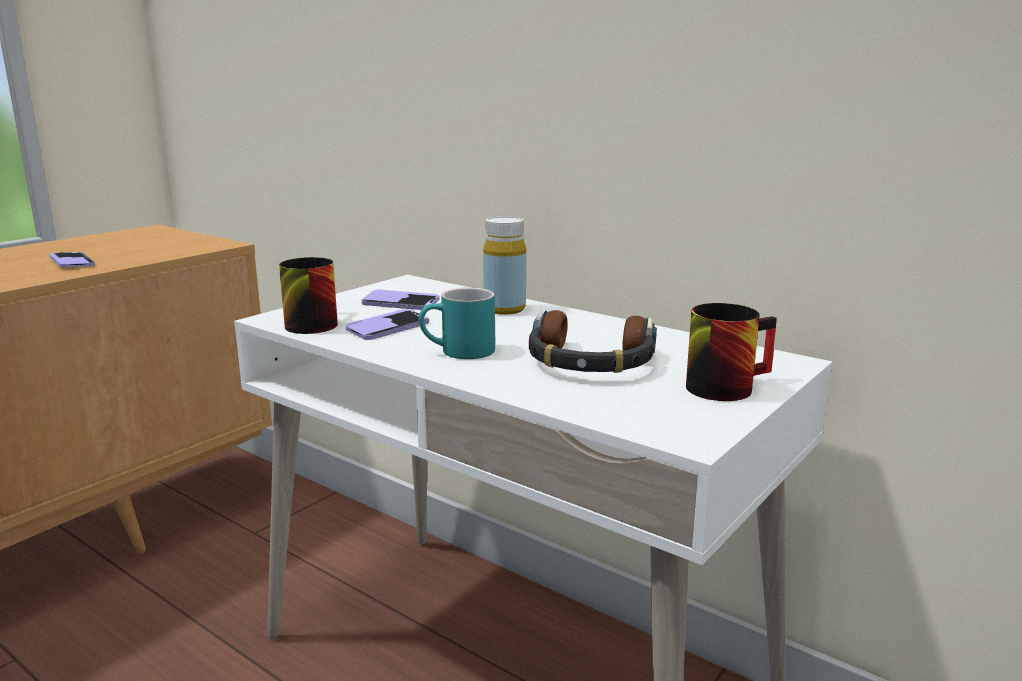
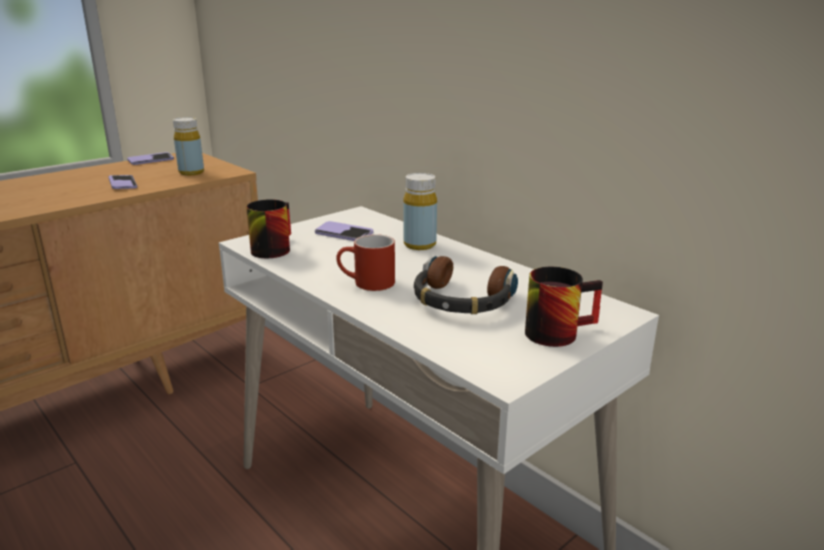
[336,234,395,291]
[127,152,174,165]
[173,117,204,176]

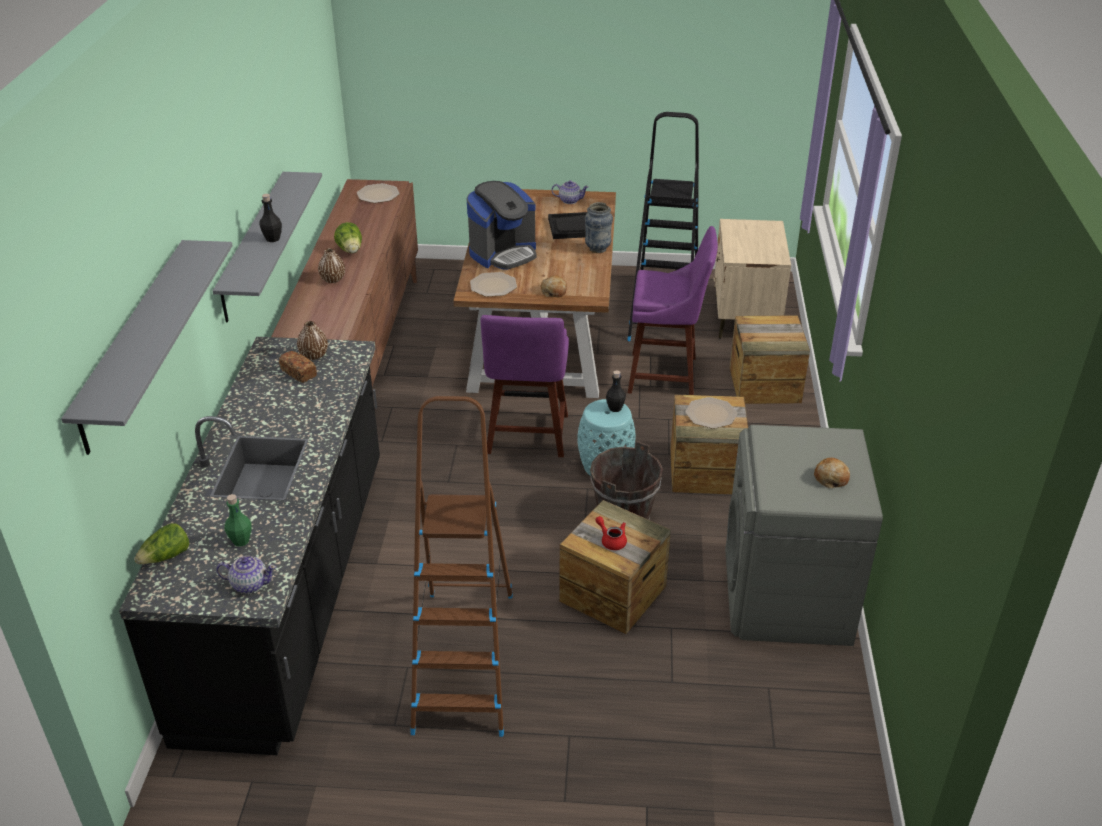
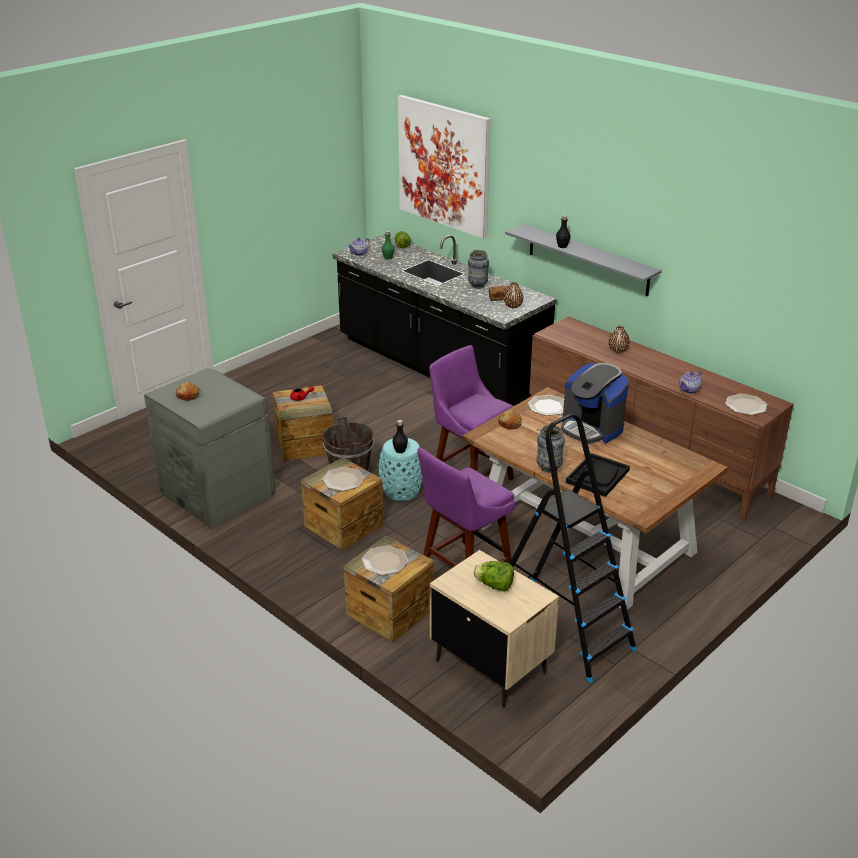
[679,371,702,394]
[561,363,629,444]
[473,561,514,592]
[398,95,491,239]
[411,396,513,737] (first image)
[468,250,489,289]
[361,546,408,575]

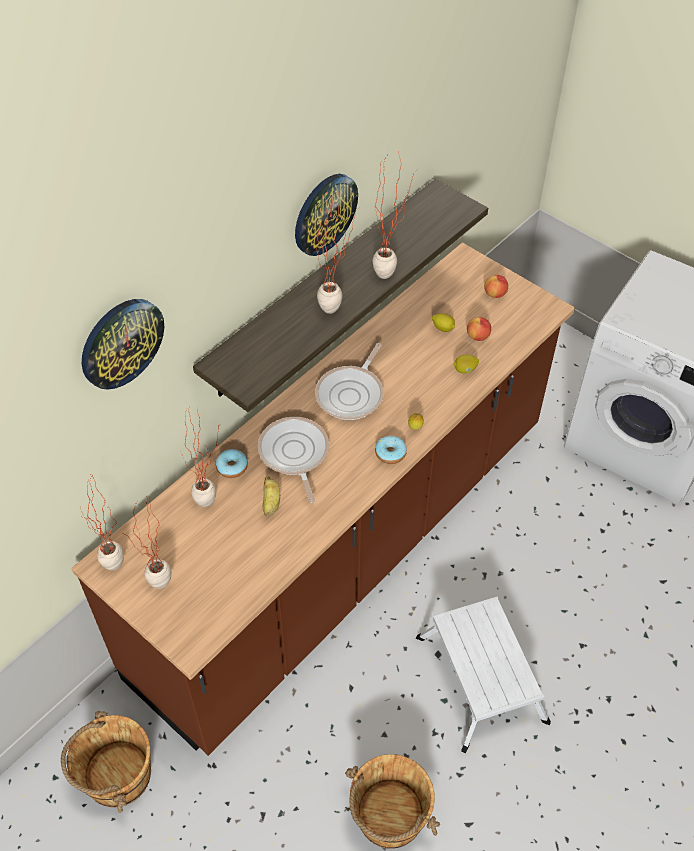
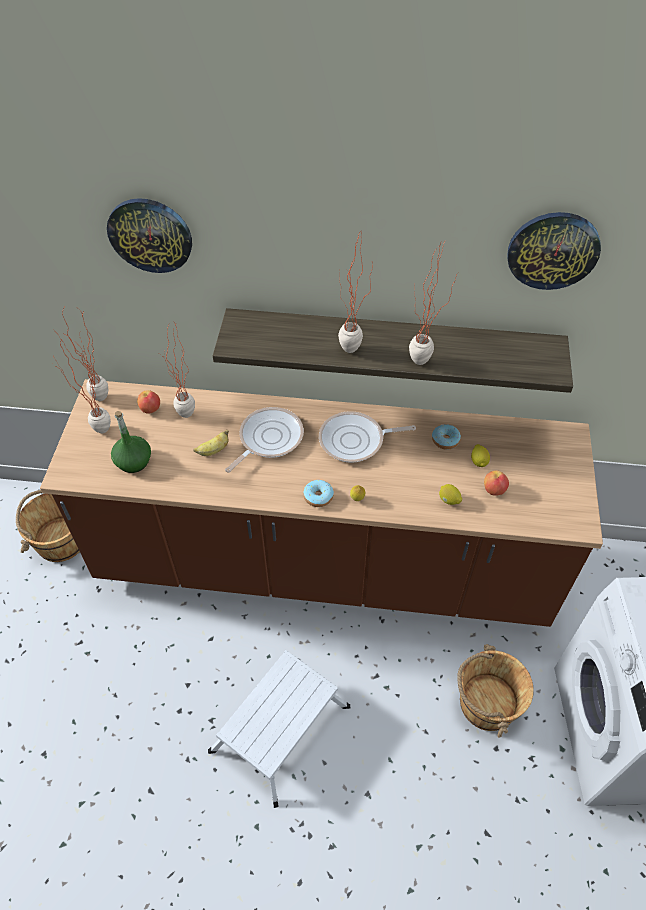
[507,212,601,290]
[137,390,160,414]
[432,424,461,450]
[457,644,534,738]
[111,411,151,473]

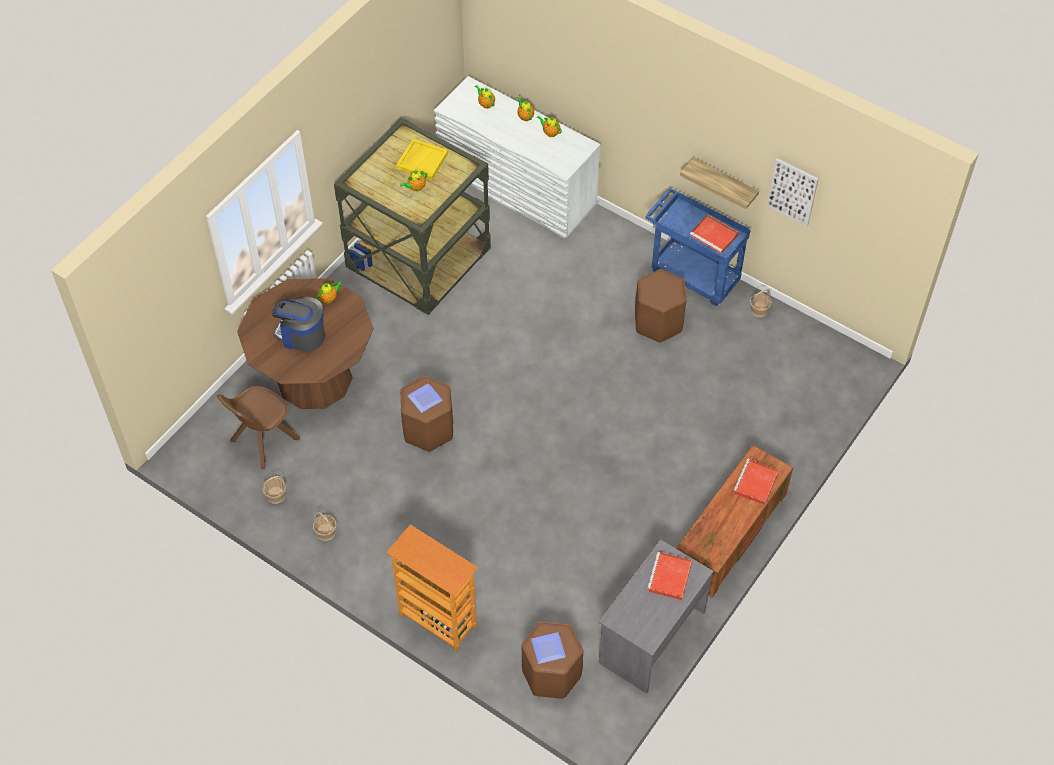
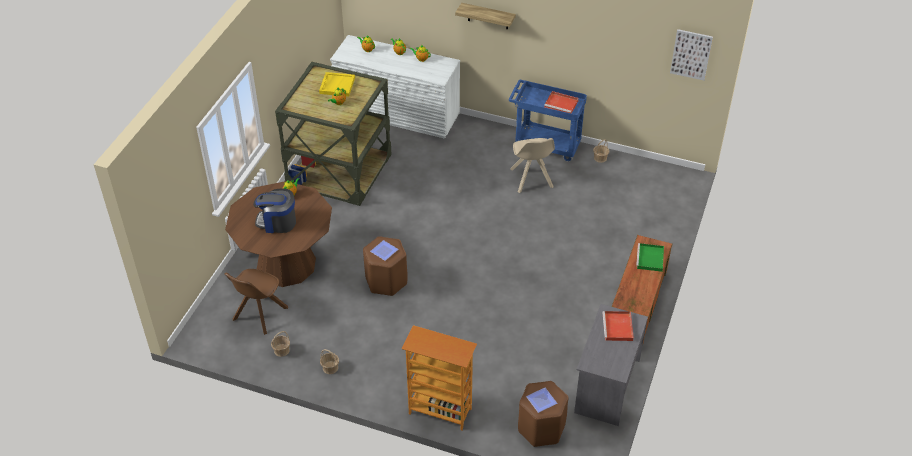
[455,3,516,29]
[670,29,713,81]
[510,138,555,193]
[636,243,664,272]

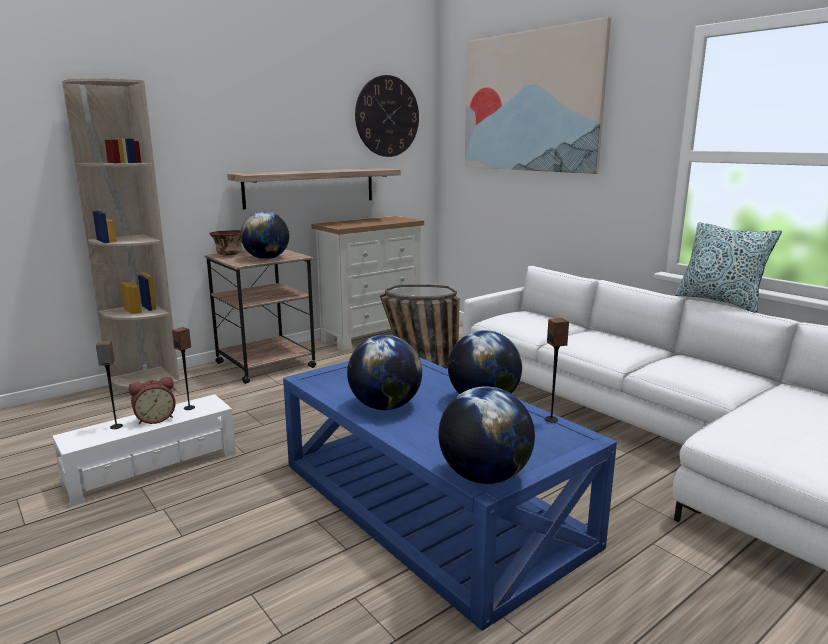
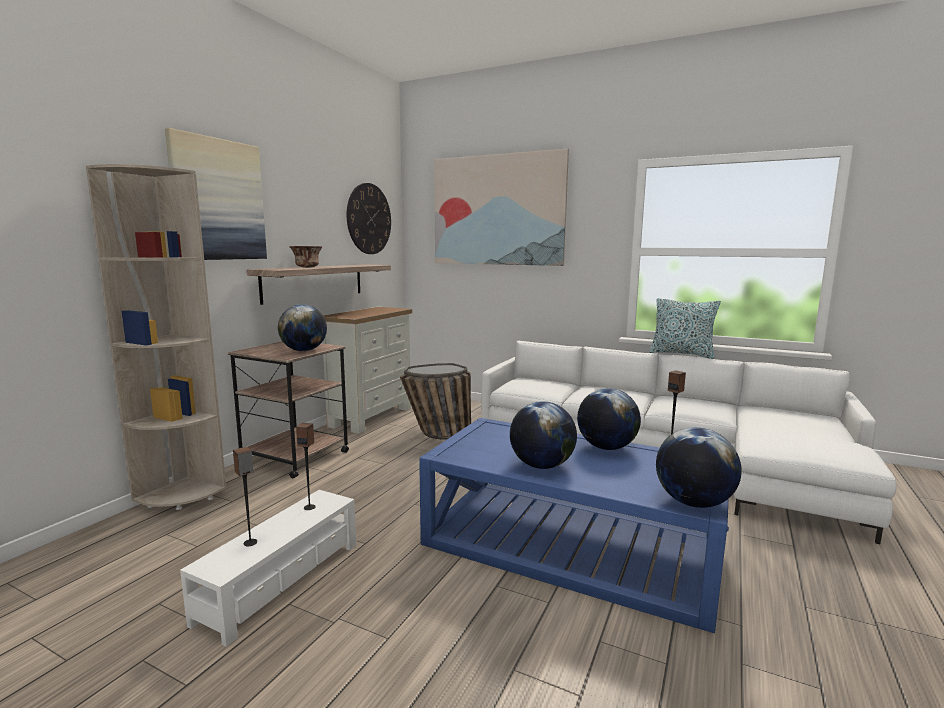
[289,246,322,267]
[129,377,176,425] (first image)
[165,128,267,260]

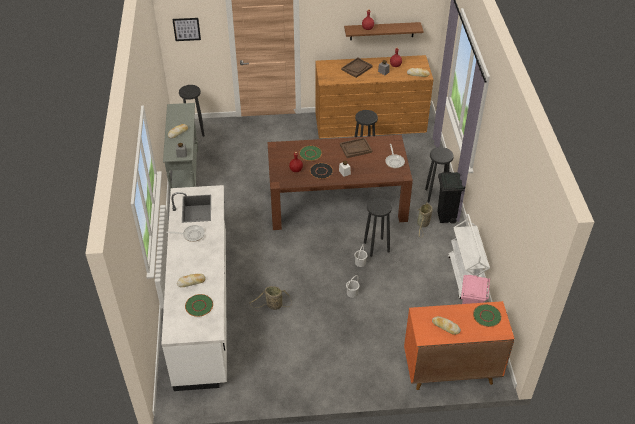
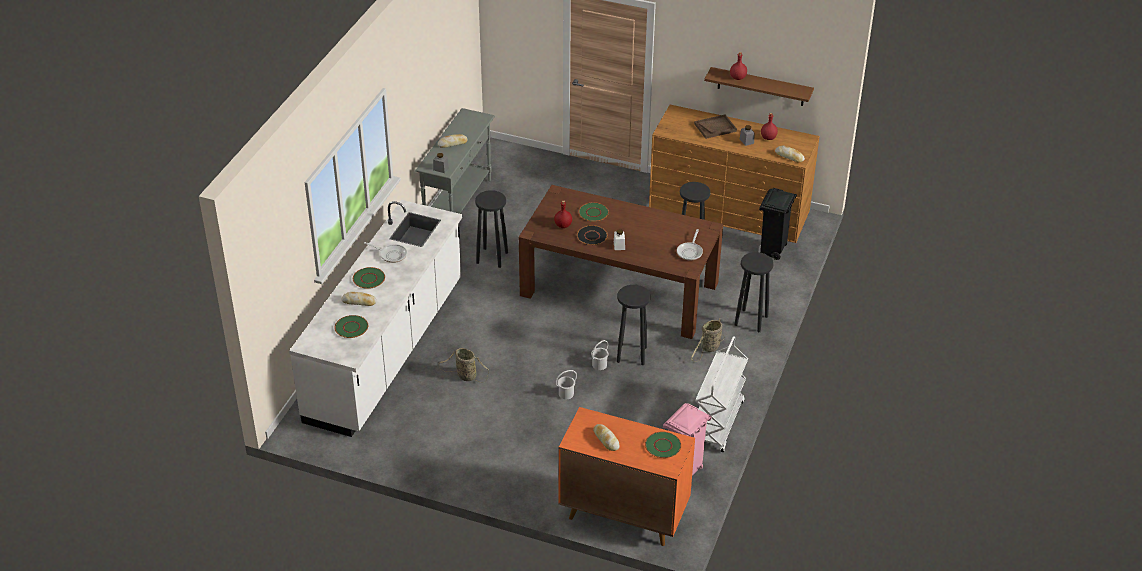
[172,18,201,41] (first image)
[475,190,508,268]
[340,137,372,158] (first image)
[759,188,797,260]
[353,267,385,289]

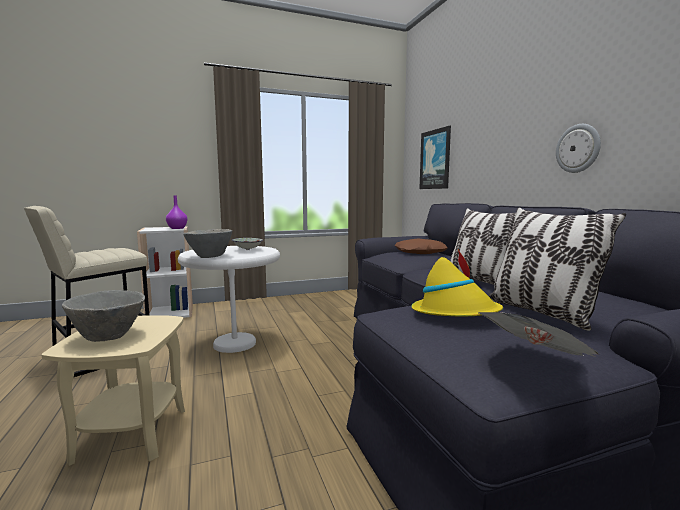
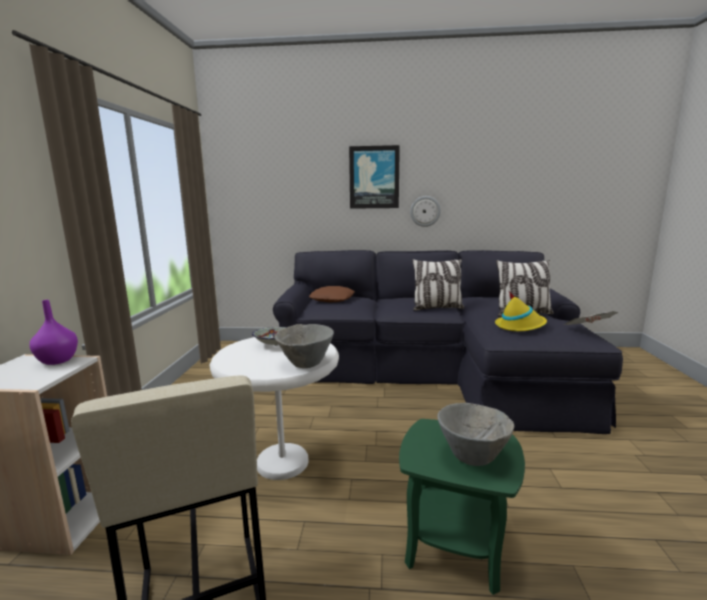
[349,145,400,209]
[399,419,525,595]

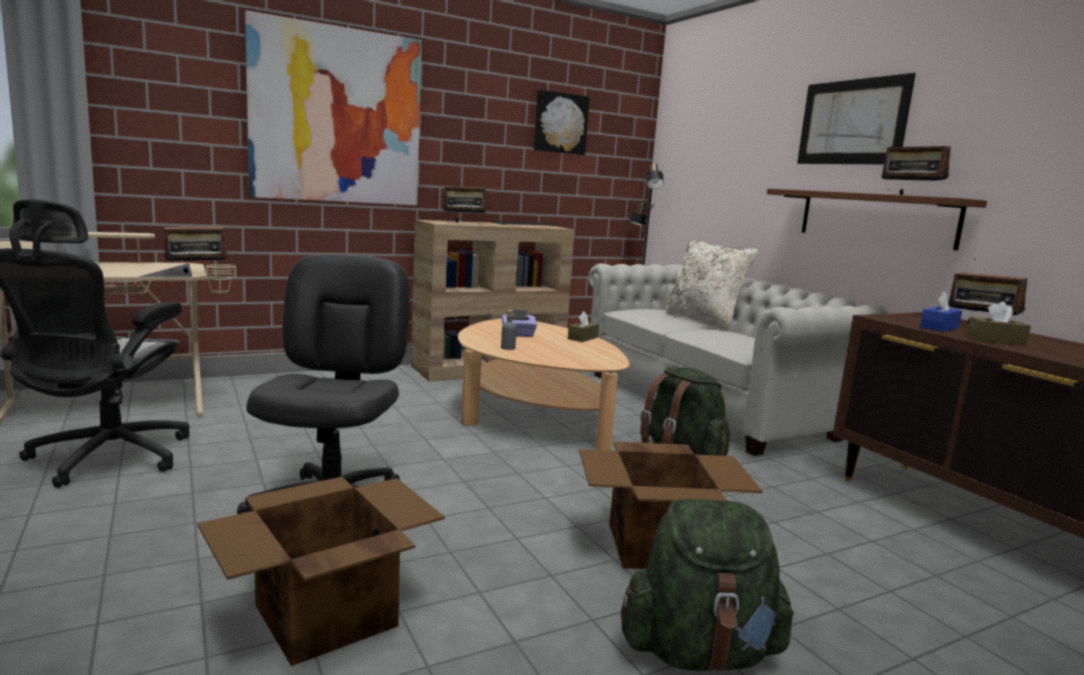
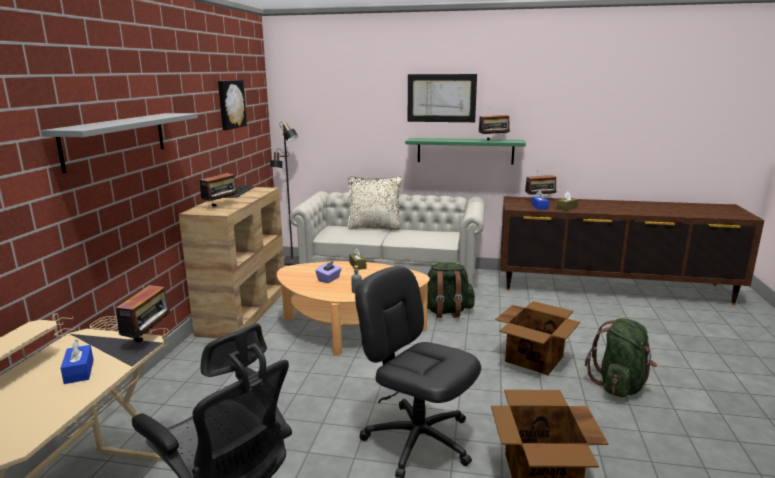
[41,113,198,173]
[405,138,526,164]
[60,339,94,384]

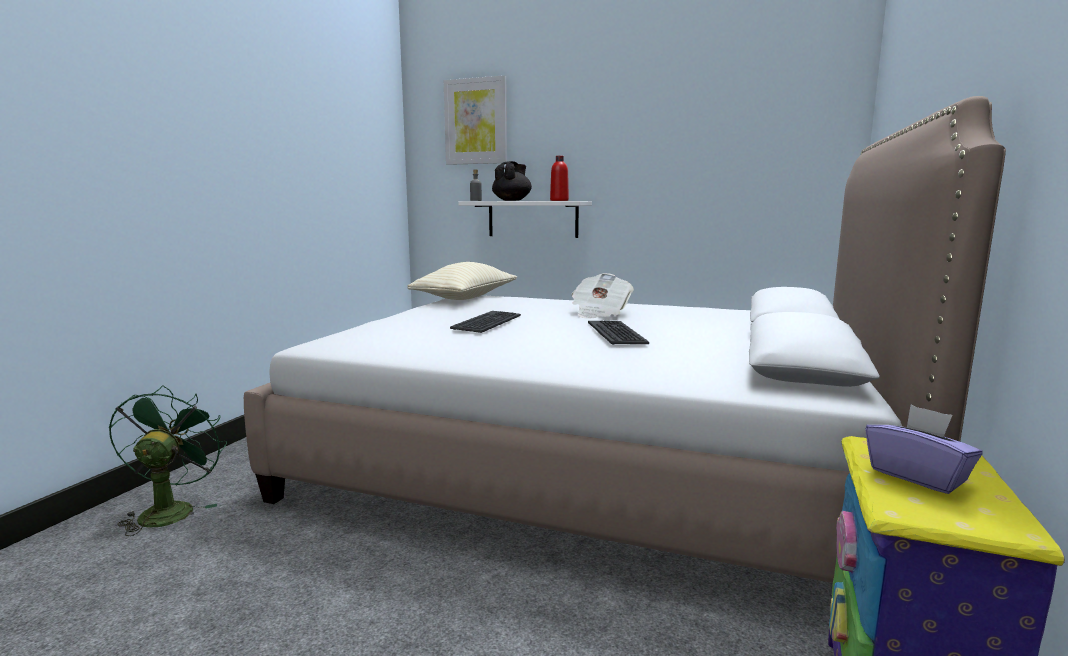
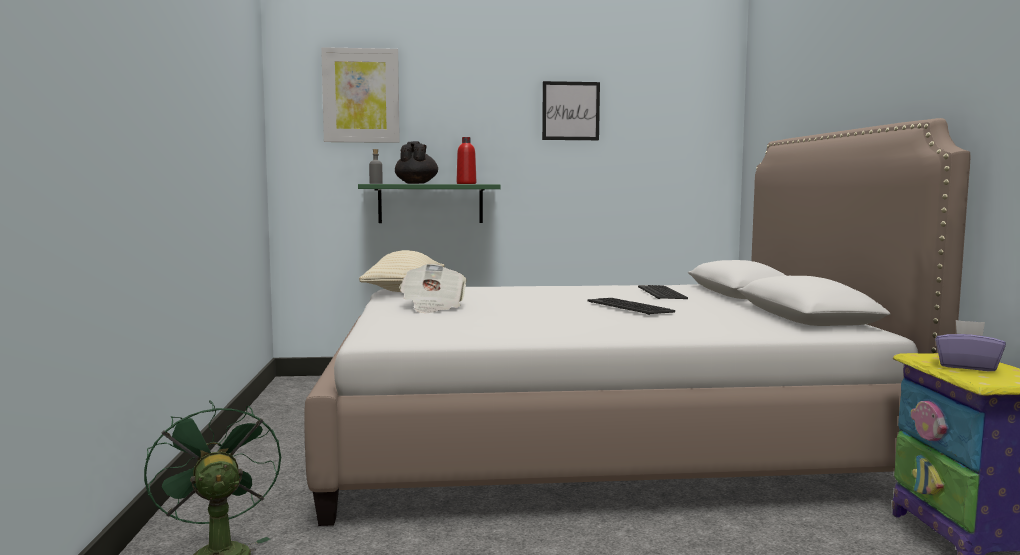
[358,184,501,223]
[399,264,467,313]
[638,285,688,299]
[542,81,600,140]

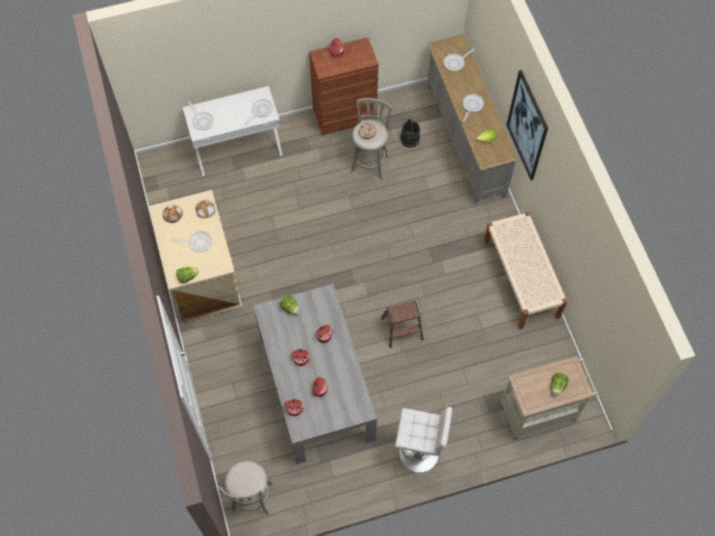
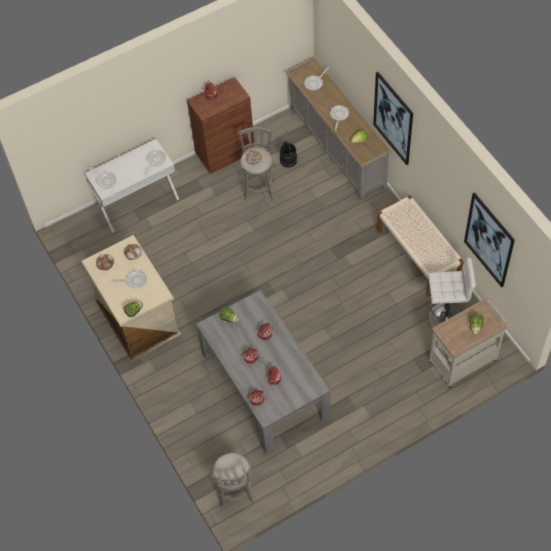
[381,300,424,348] (first image)
[428,257,476,327]
[464,192,515,287]

